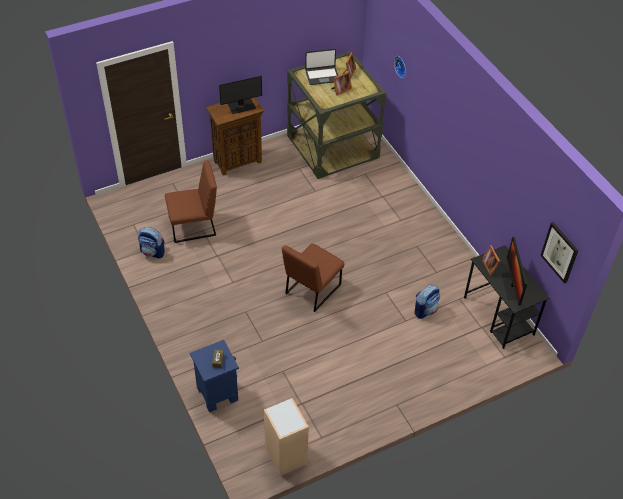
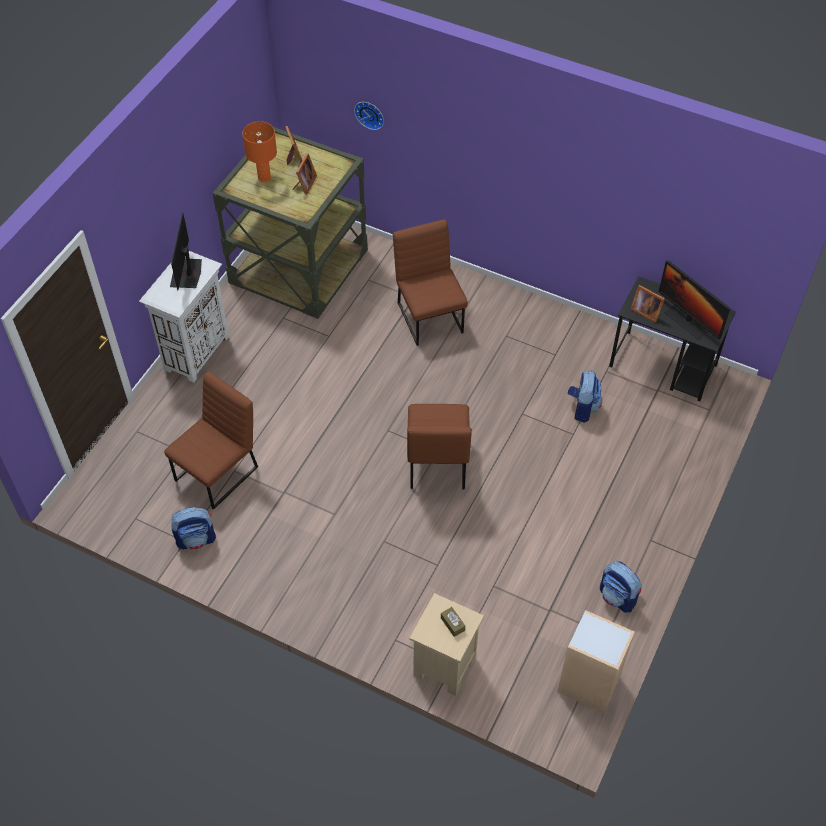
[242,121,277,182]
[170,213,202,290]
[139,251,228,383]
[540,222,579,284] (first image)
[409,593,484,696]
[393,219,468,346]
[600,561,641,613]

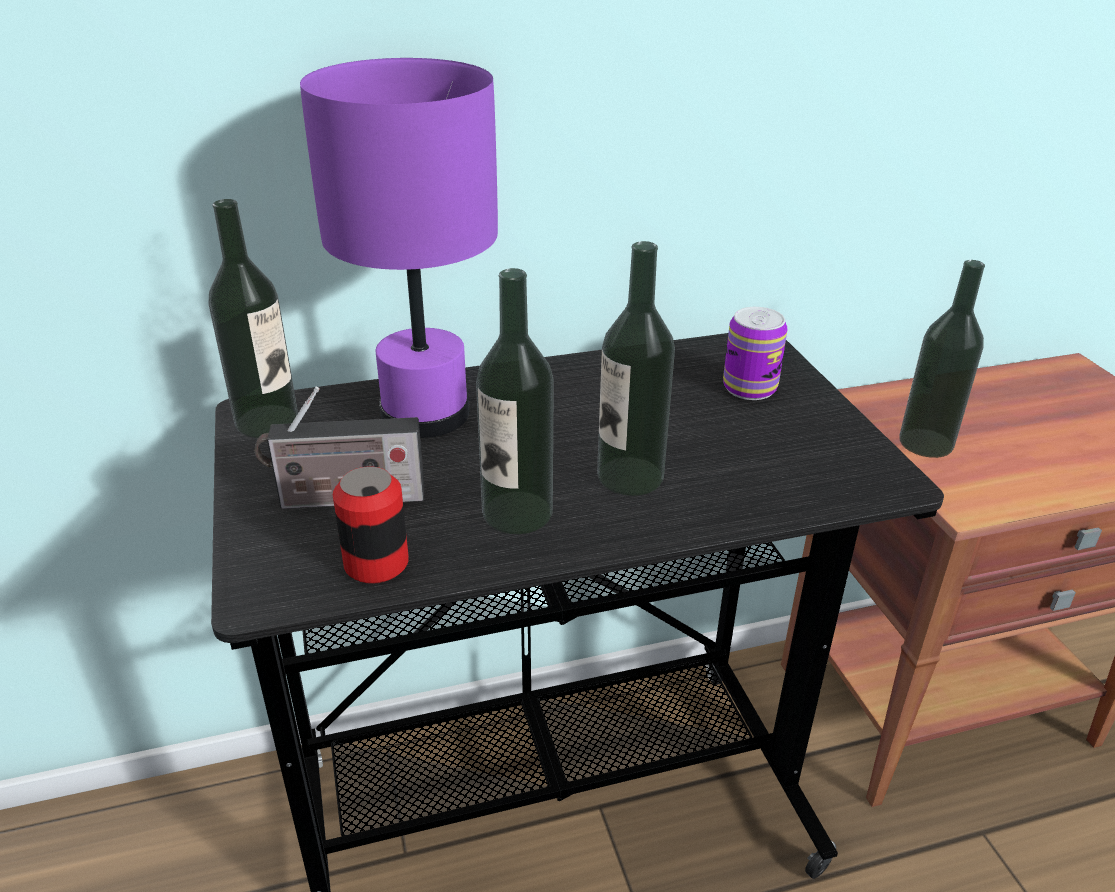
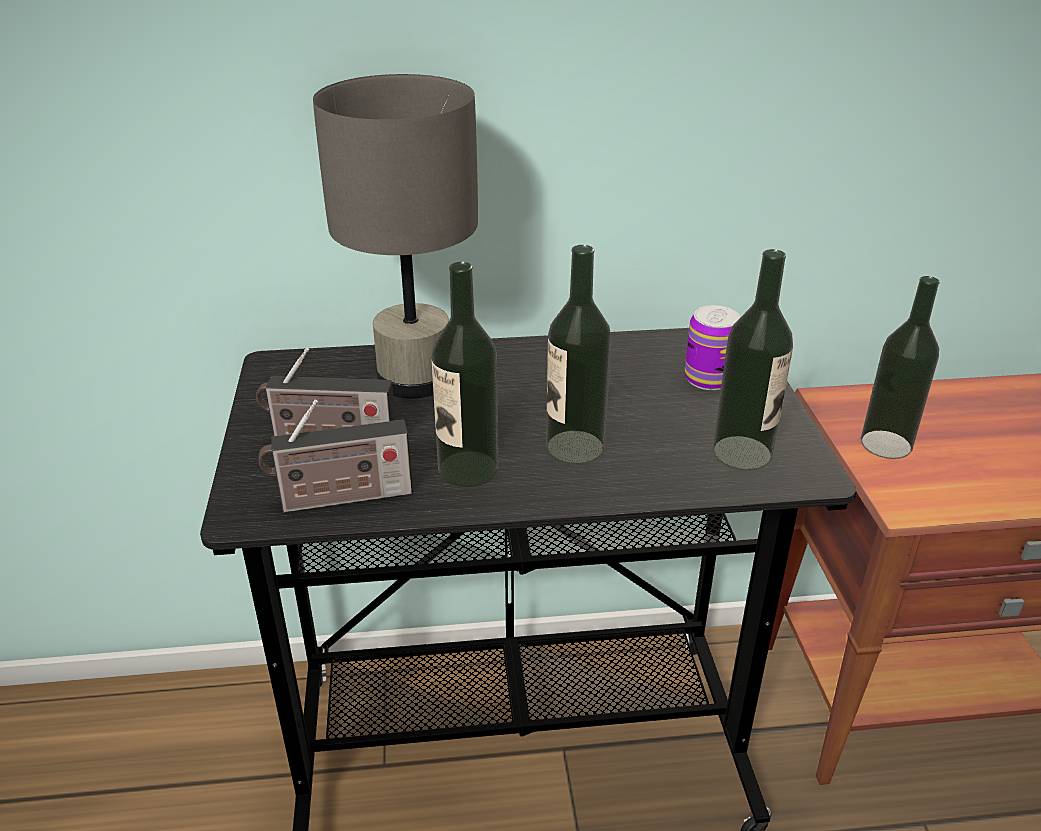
[313,74,478,398]
[713,249,793,471]
[259,400,413,513]

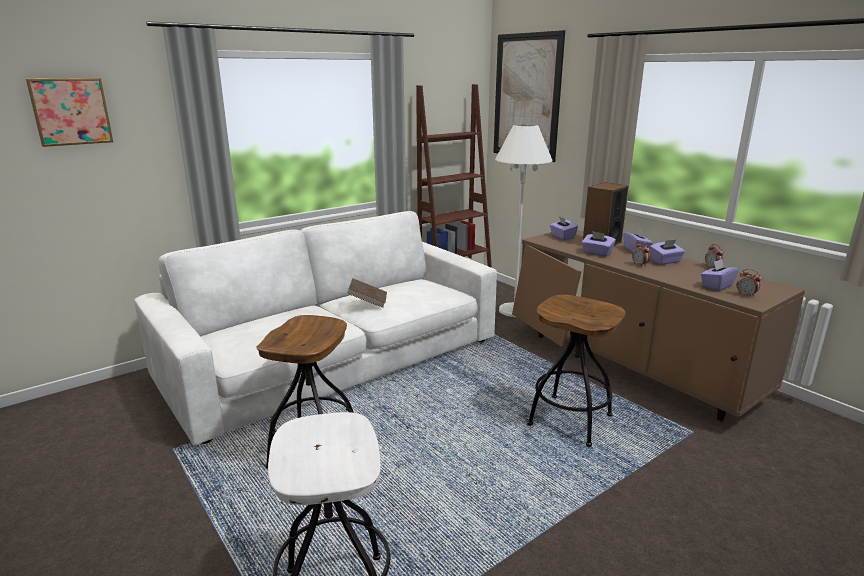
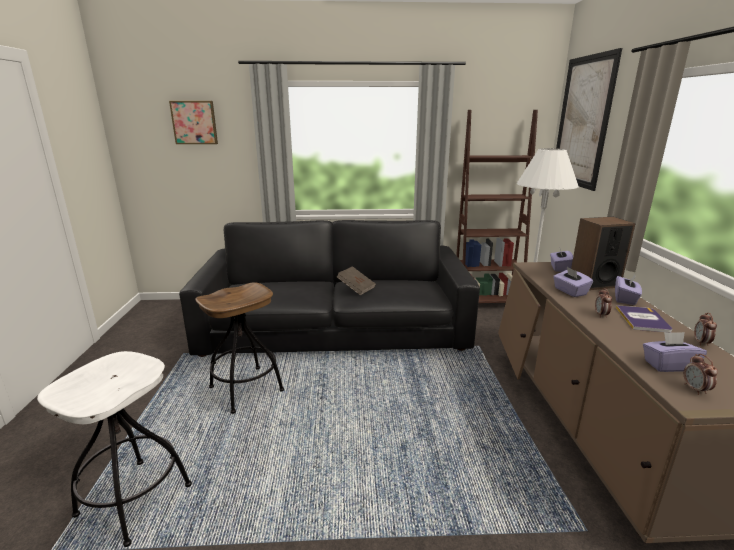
[179,220,480,357]
[616,305,673,333]
[527,295,626,447] (first image)

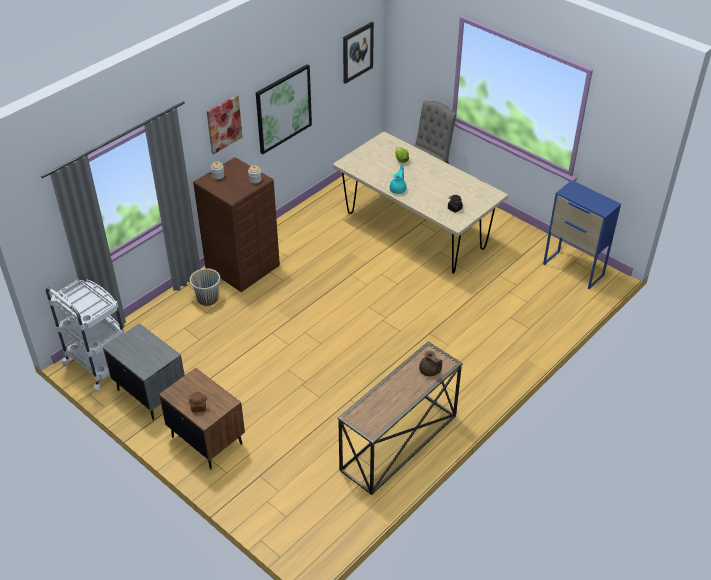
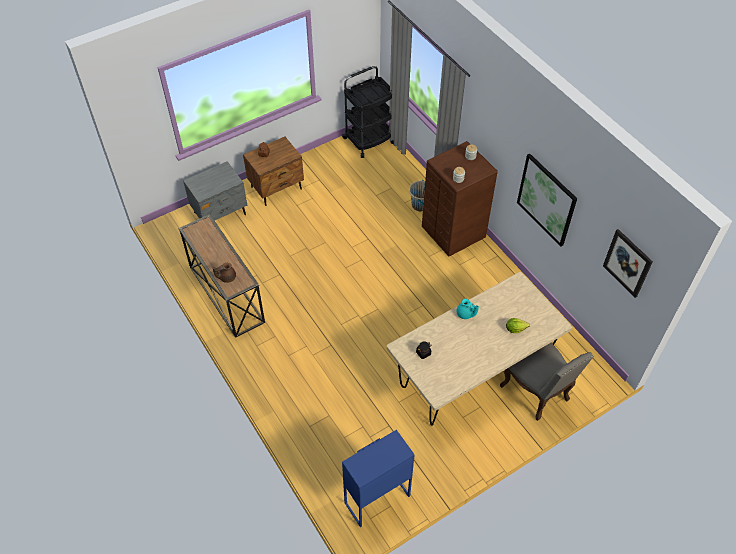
[207,95,243,154] (first image)
[342,66,394,158]
[183,161,247,221]

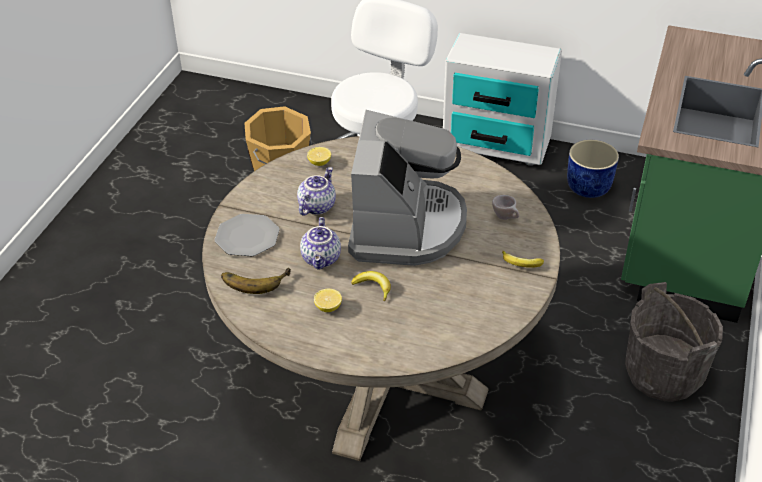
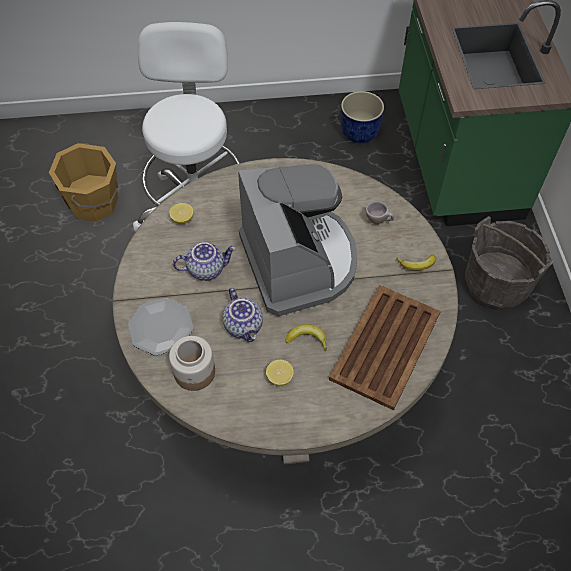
[443,33,562,166] (first image)
[173,242,236,281]
[169,336,215,391]
[329,285,441,410]

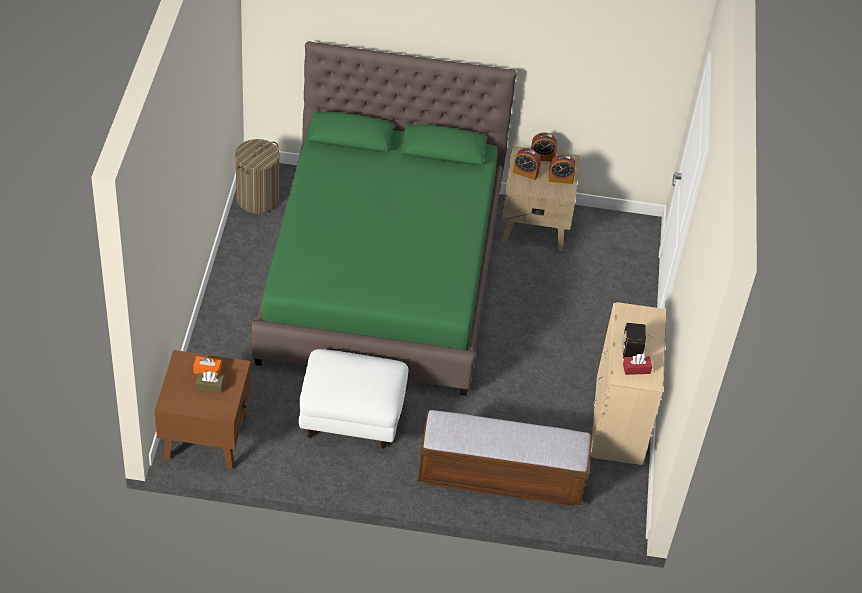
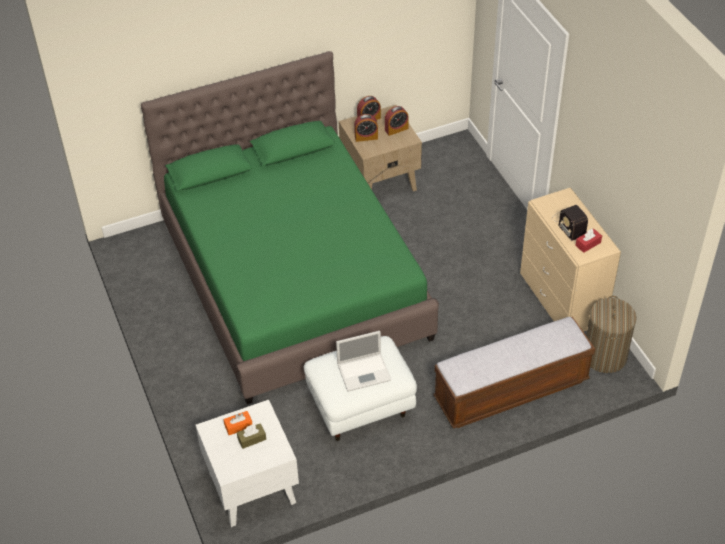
[586,296,637,373]
[196,400,299,527]
[336,331,391,392]

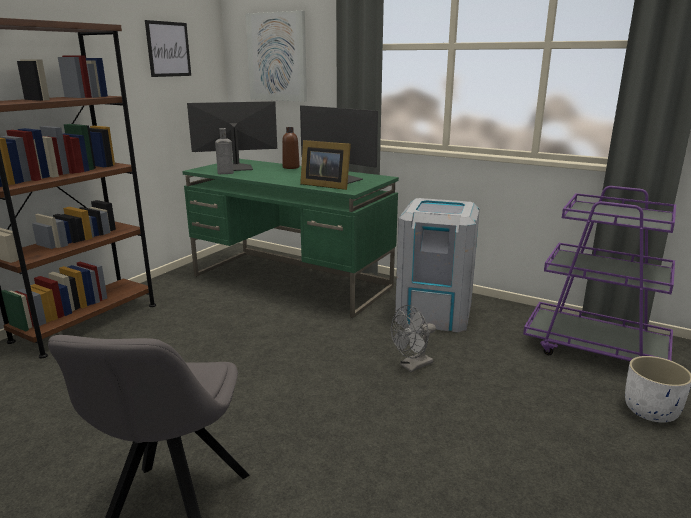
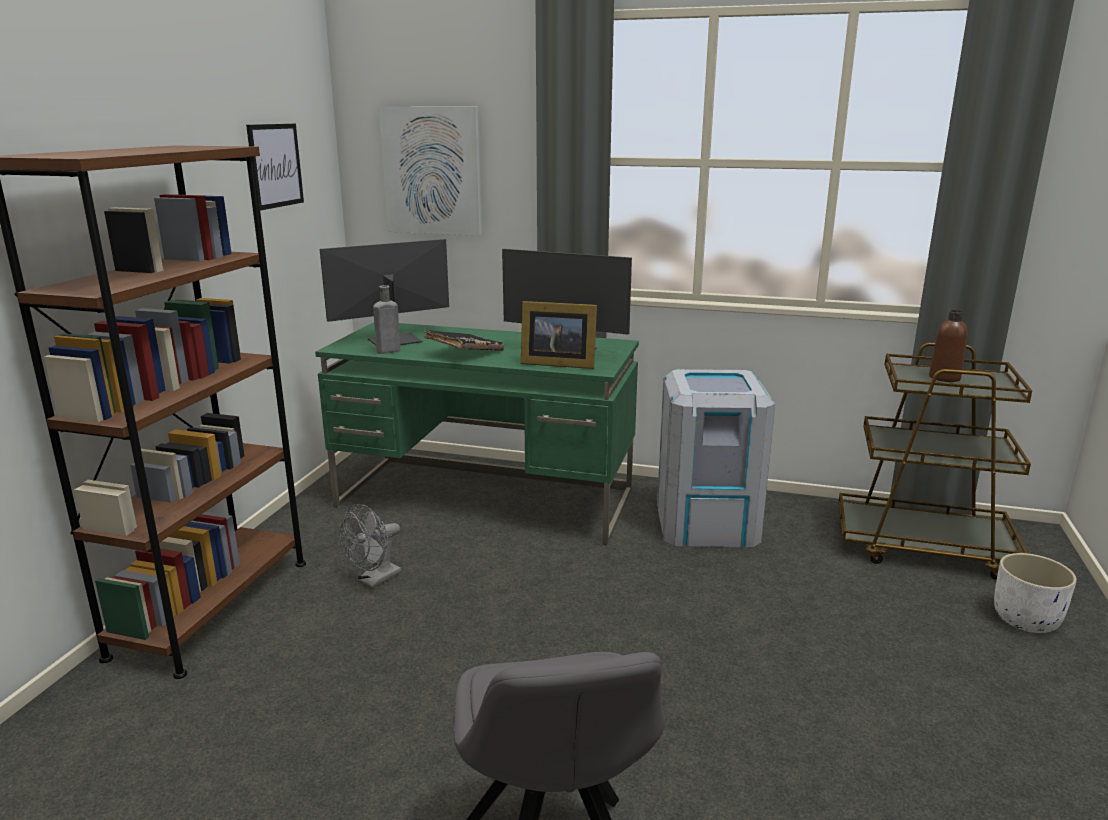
[929,310,968,382]
[838,343,1032,580]
[340,504,401,588]
[424,330,504,351]

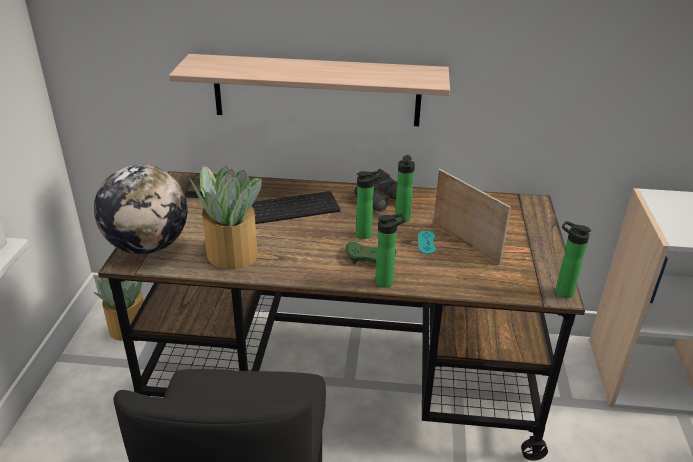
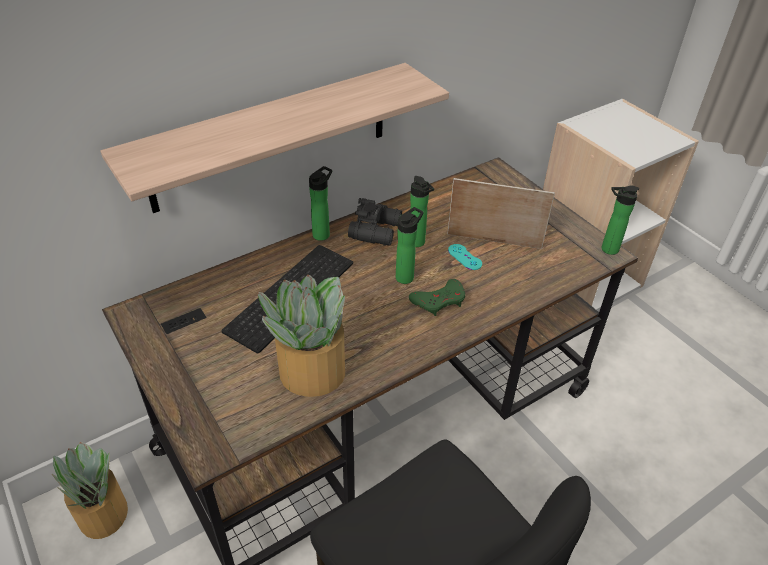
[94,164,187,254] (first image)
[309,166,332,241]

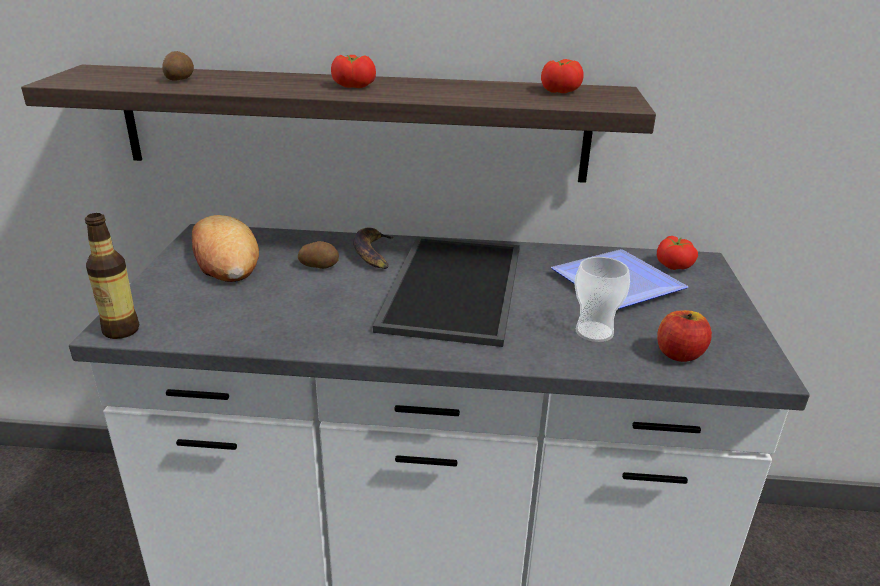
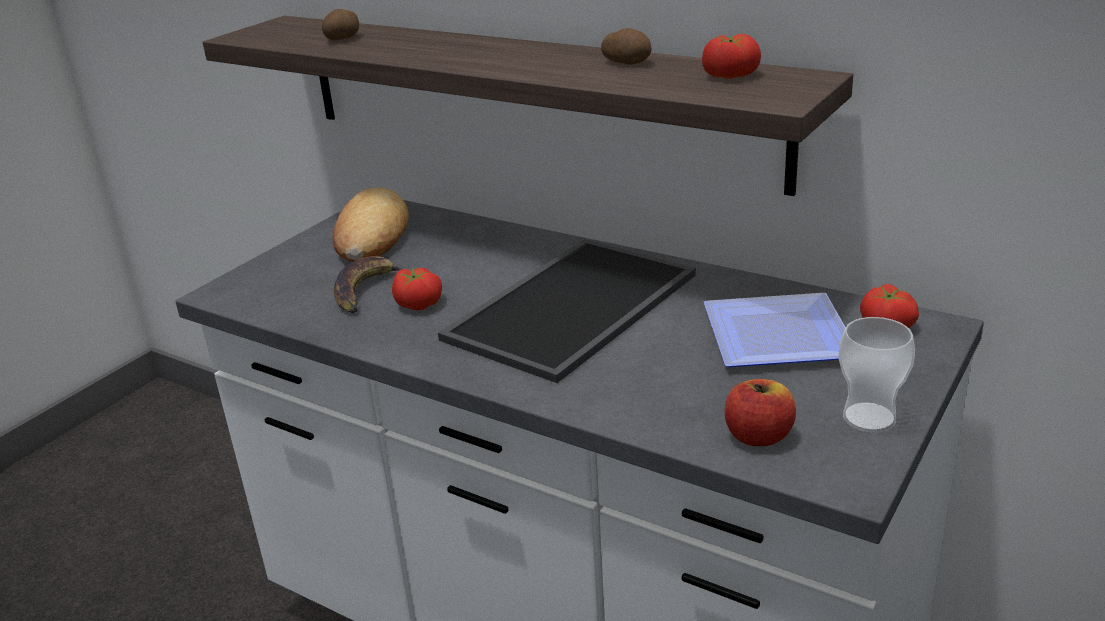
[392,268,442,310]
[85,213,139,339] (first image)
[334,256,401,313]
[601,28,652,64]
[838,317,915,433]

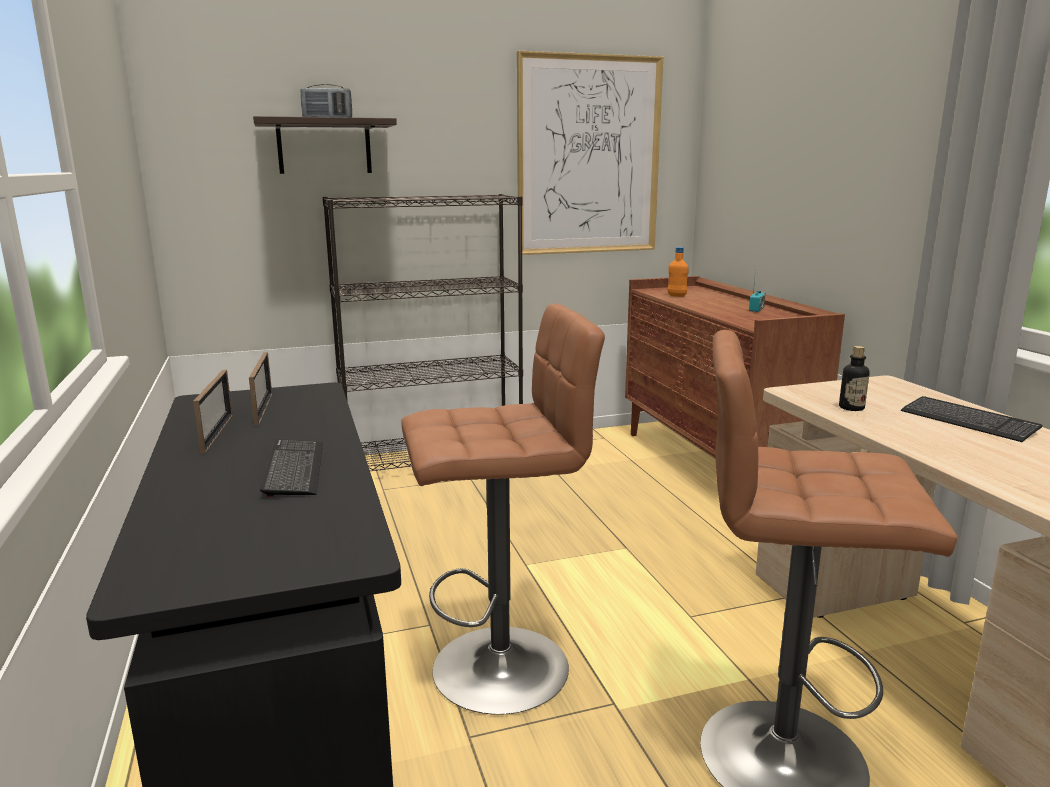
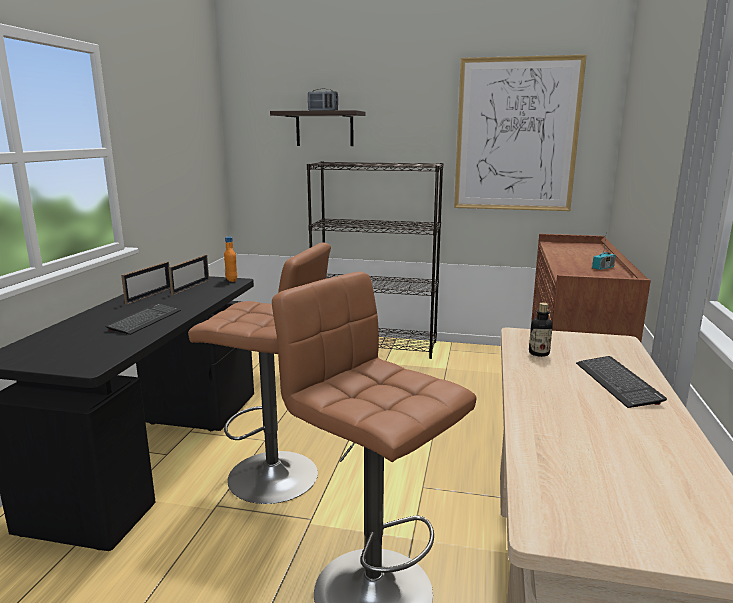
[224,237,237,282]

